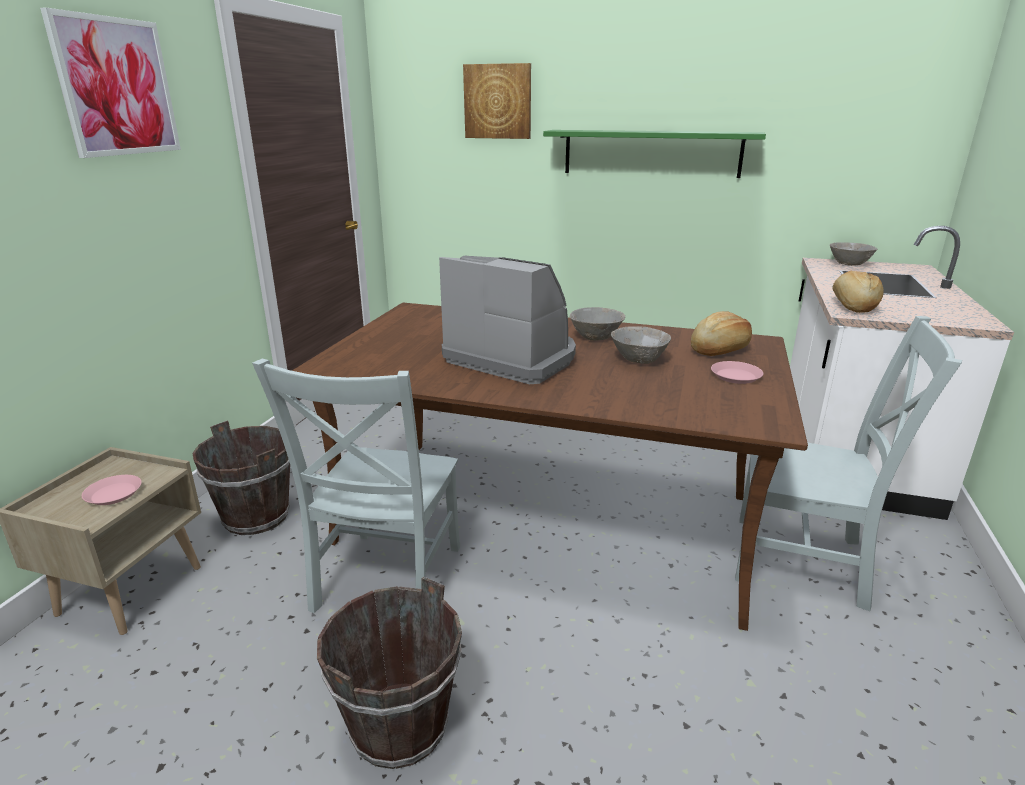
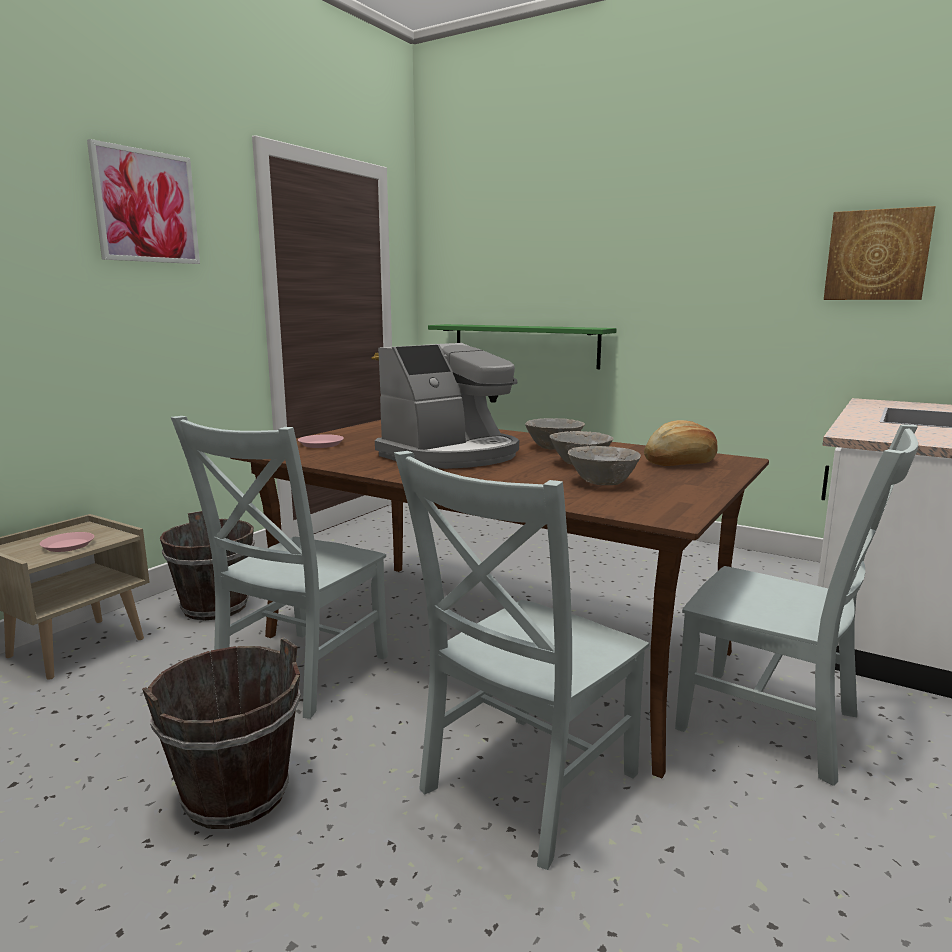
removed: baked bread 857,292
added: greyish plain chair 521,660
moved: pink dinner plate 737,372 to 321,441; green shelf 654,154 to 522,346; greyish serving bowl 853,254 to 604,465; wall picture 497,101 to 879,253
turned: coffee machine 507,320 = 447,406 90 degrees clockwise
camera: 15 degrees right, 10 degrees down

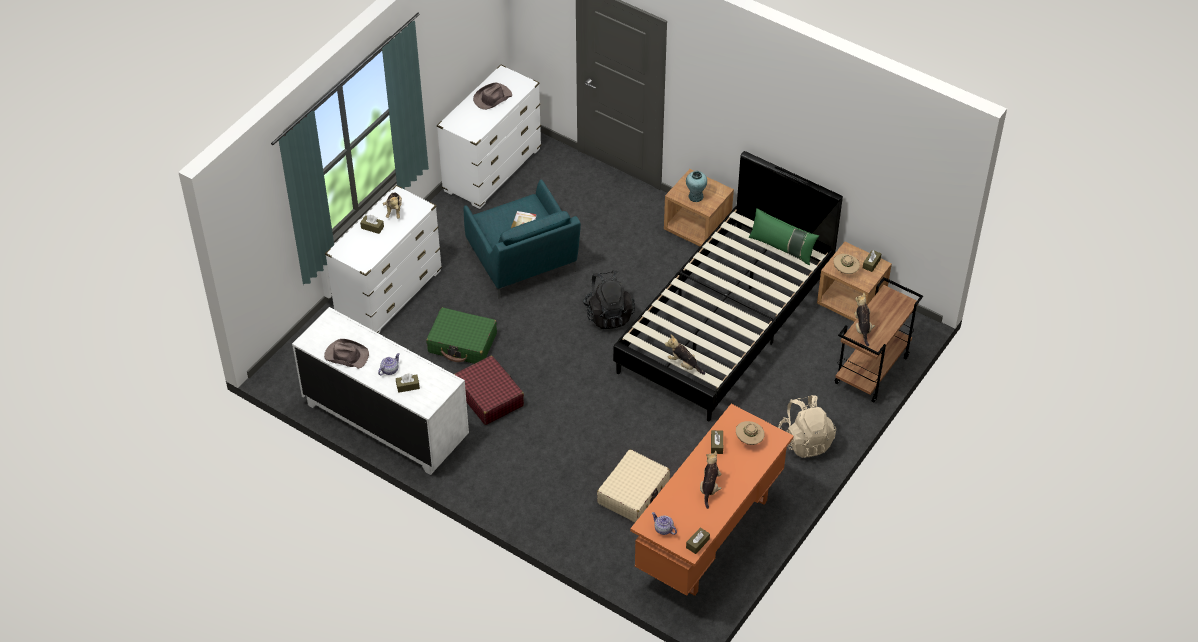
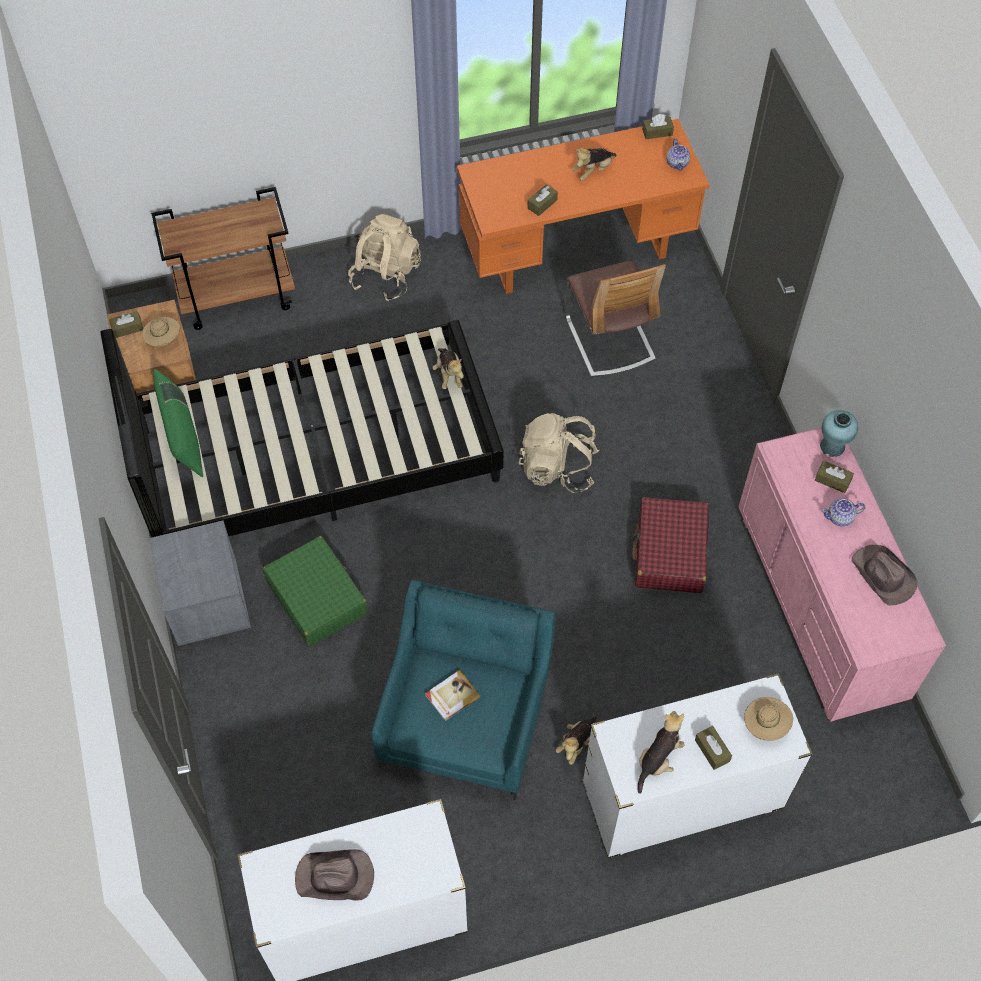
removed: blackish backpack 609,299
added: beige-coloured backpack 559,453
moved: green travel case 461,335 to 315,591; cuddly toy 864,319 to 576,739; beige-coloured wearable hat 750,433 to 768,719; blue-green decorative vase 696,186 to 839,433
replaced: beige-coloured travel case 633,485 to plain chair 615,319
recoloured: brown bedside table 699,208 to greyish bedside table 200,583; whitish drawer chest 380,391 to pink drawer chest 842,575
camera: 140 degrees left, 10 degrees up

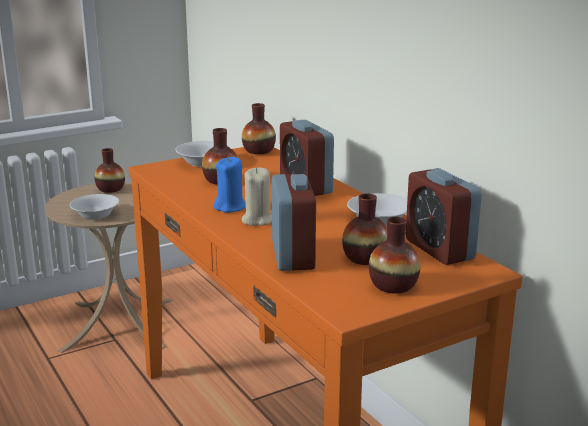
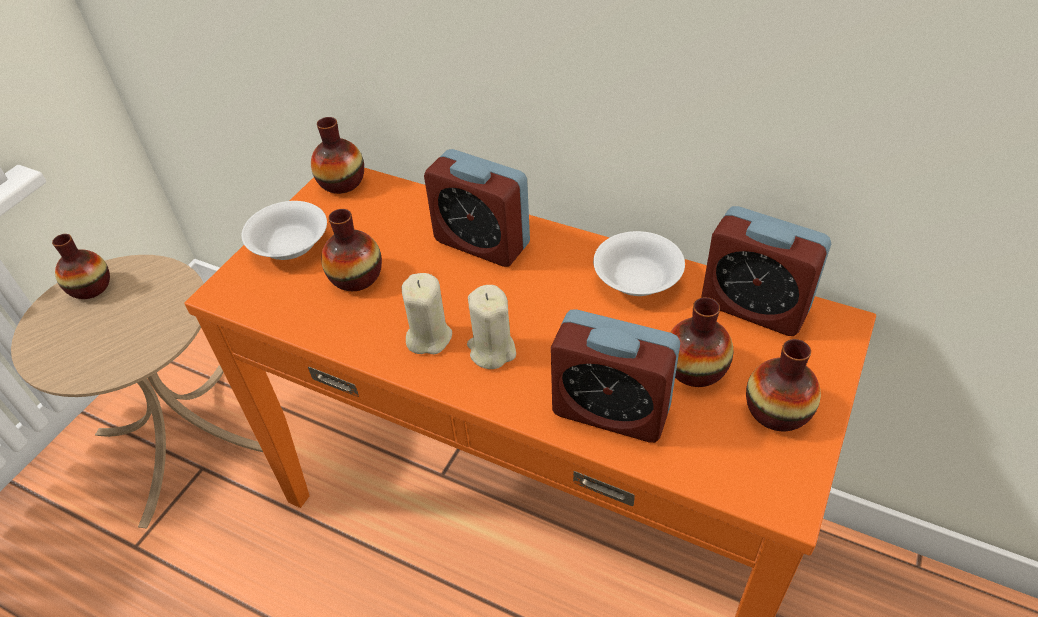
removed: whitish serving bowl 94,207
recoloured: blue candle 230,185 to beige-coloured candle 427,313
turned: alarm clock 294,222 = 615,376 150 degrees clockwise
camera: 30 degrees left, 25 degrees up

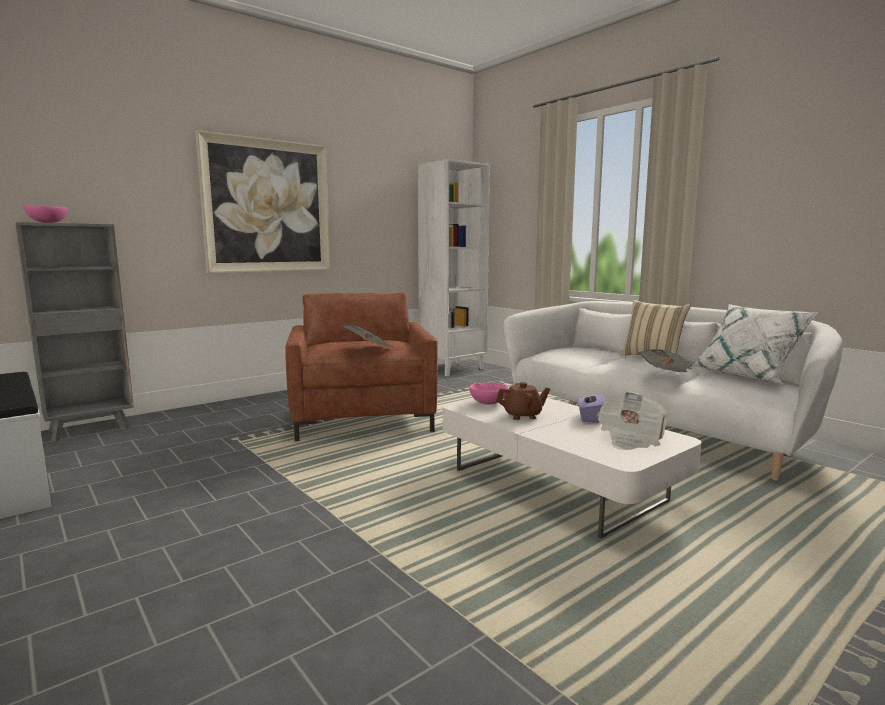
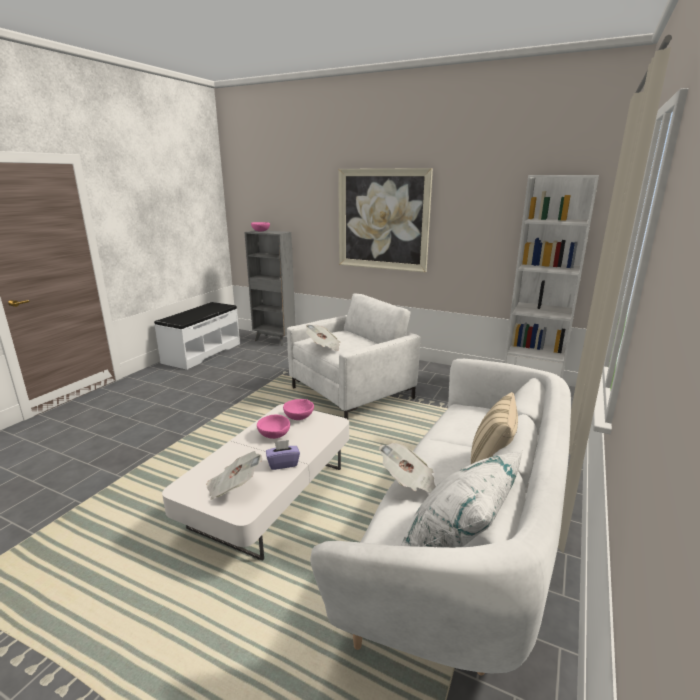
replaced: brown teapot 523,401 to pink serving bowl 273,427
recoloured: brown armchair 361,366 to whitish armchair 354,356
camera: 65 degrees right, 10 degrees up

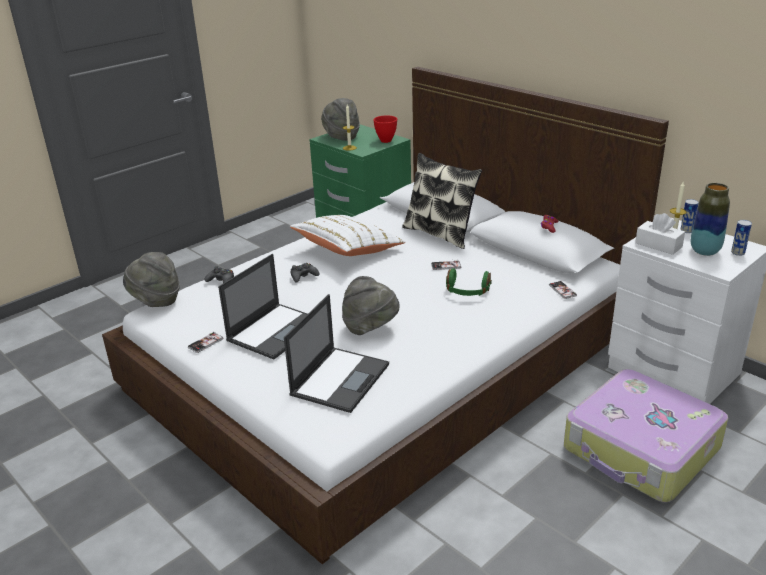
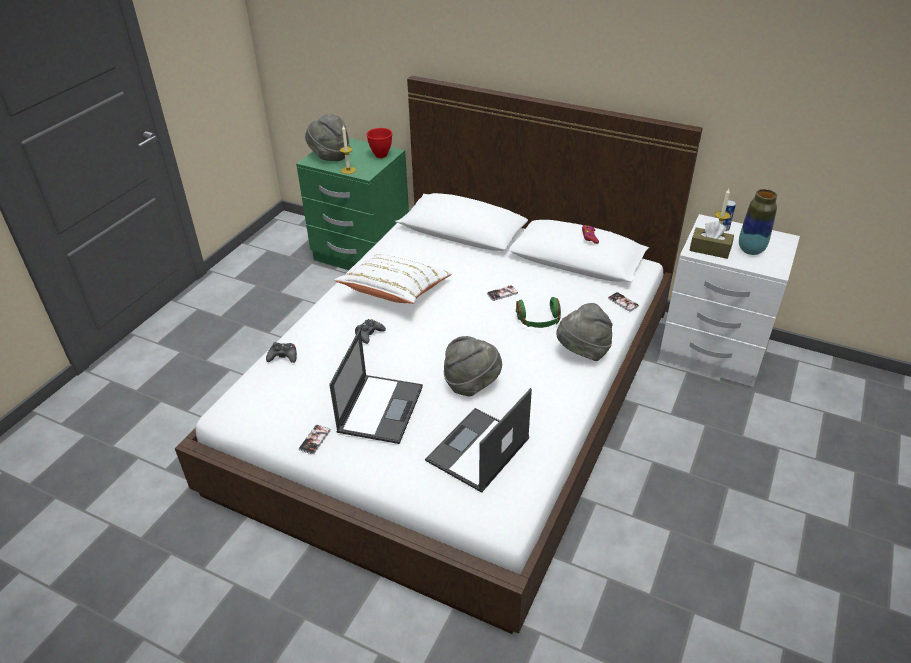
removed: throw pillow 442,201; travel case 646,436; sealed can 741,238
moved: greyish wearable hat 151,279 to 584,332
recoloured: whitish tissue box 660,234 to brown tissue box 711,240
turned: portable computer 336,353 = 478,440 150 degrees counterclockwise
camera: 20 degrees left, 10 degrees up

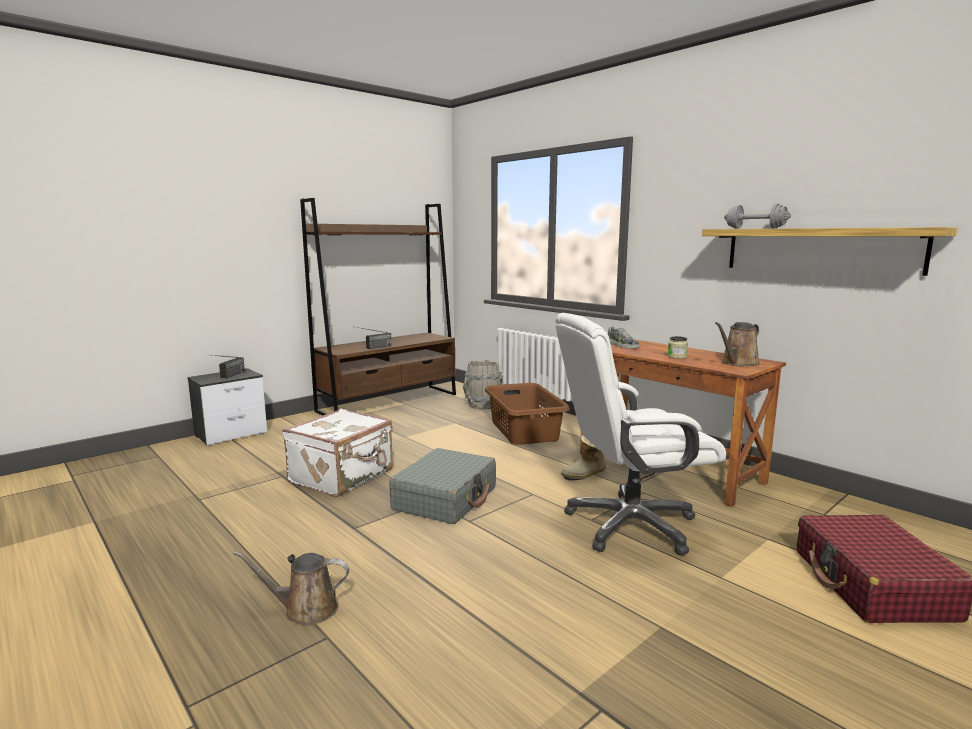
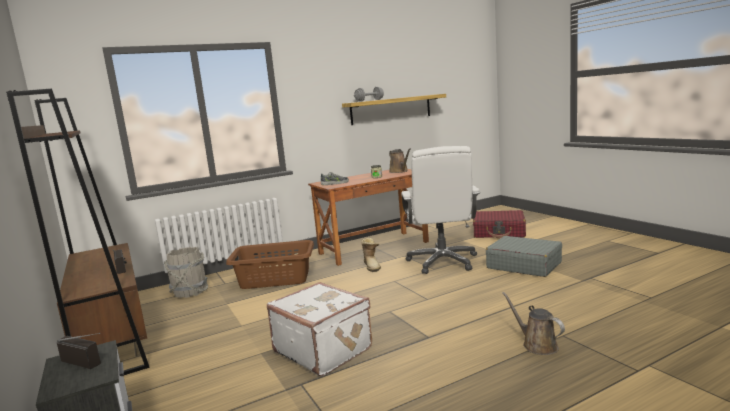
moved: greyish travel case 442,486 to 524,256
turned: brown watering can 291,588 = 533,323 135 degrees clockwise
camera: 75 degrees left, 0 degrees up

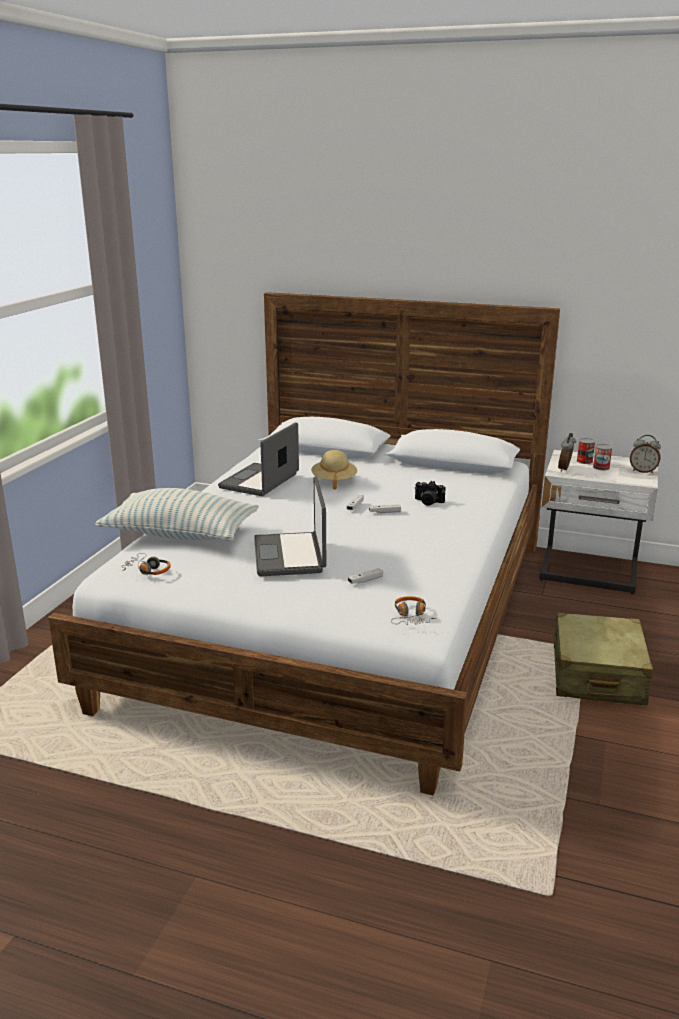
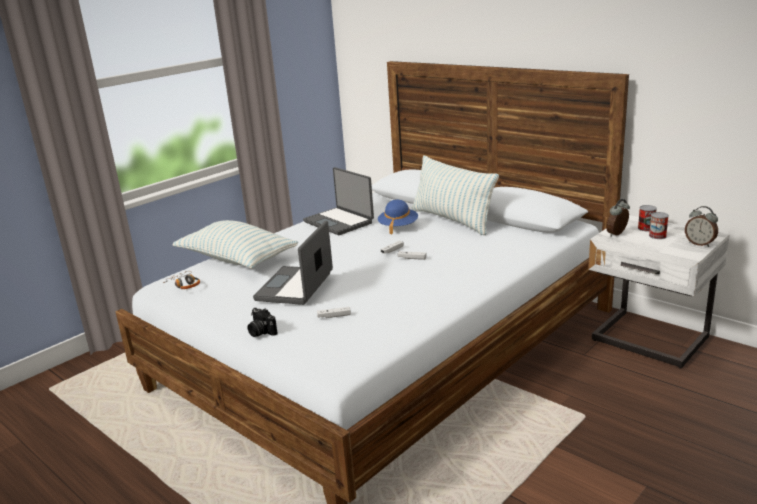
removed: headset 414,610; beige-coloured travel case 602,659
added: throw pillow 455,195
moved: photo camera 430,493 to 262,322
recoloured: beige-coloured wearable hat 334,470 to blue wearable hat 398,217
turned: portable computer 258,459 = 338,201 90 degrees counterclockwise
camera: 25 degrees right, 0 degrees up

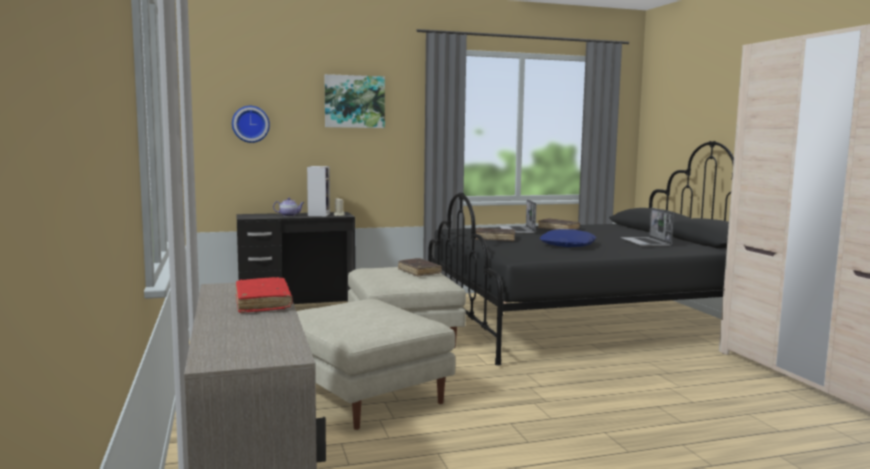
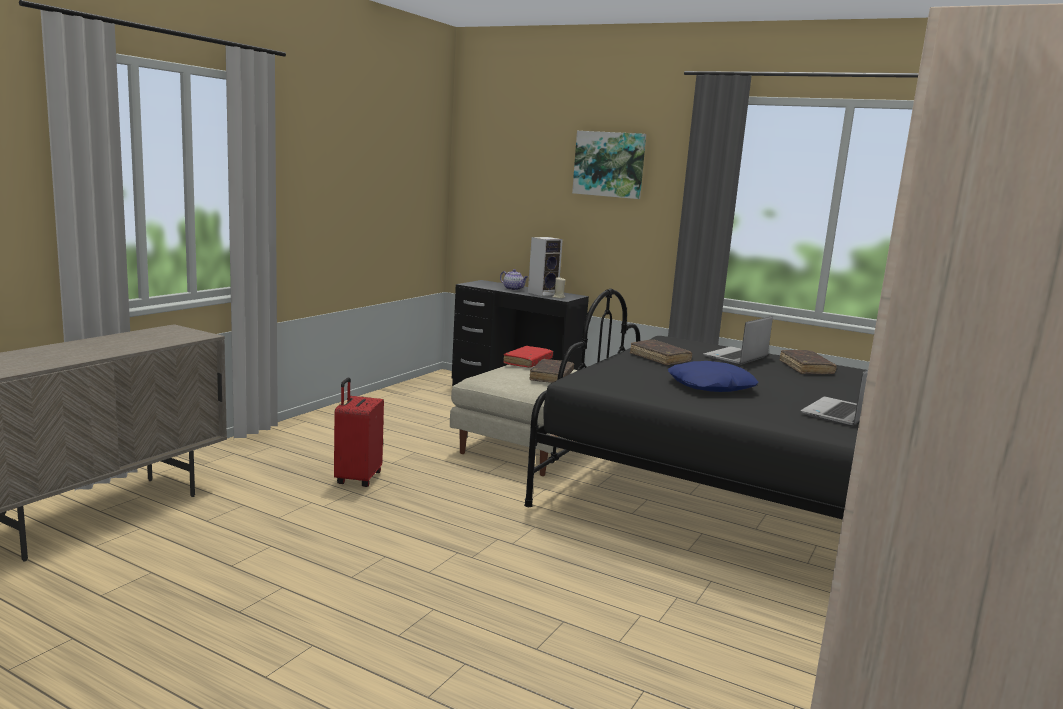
removed: hanging clock 251,124
moved: red-coloured bound book 264,295 to 528,357
replaced: beige-coloured footrest 375,364 to red-coloured travel case 359,432
camera: 45 degrees right, 5 degrees up

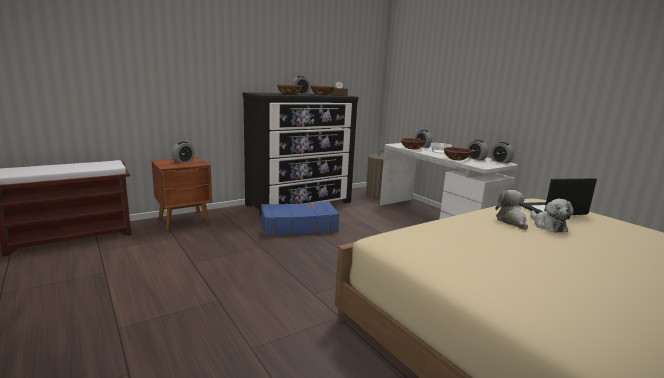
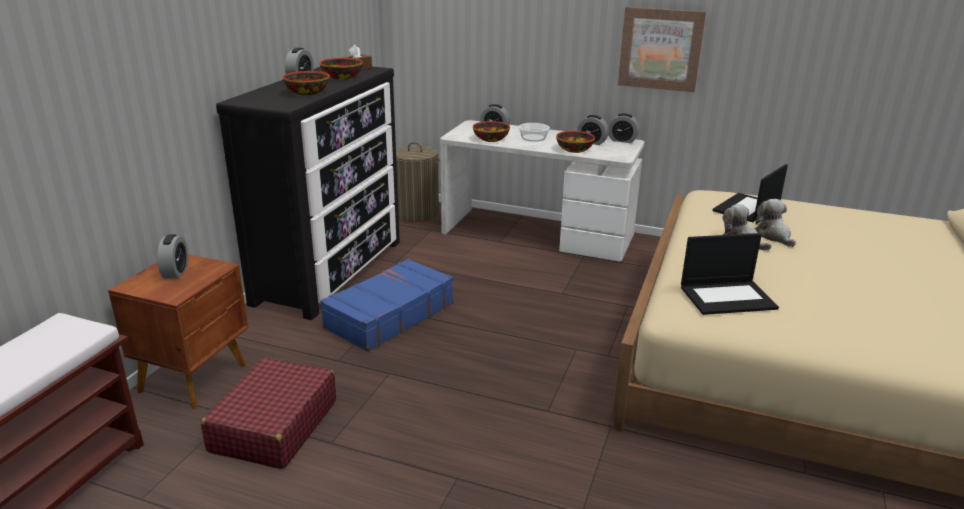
added: red-coloured travel case 268,413; wall picture 662,49; portable computer 730,274
turned: cuddly toy 552,216 = 775,223 150 degrees counterclockwise
camera: 35 degrees left, 10 degrees up

